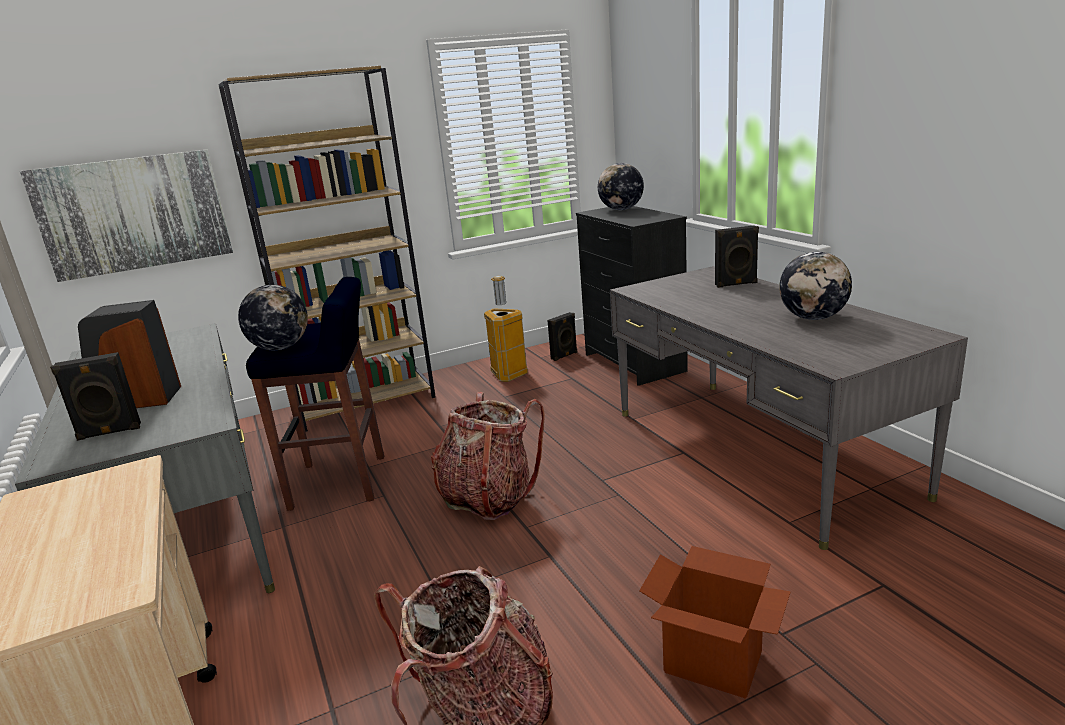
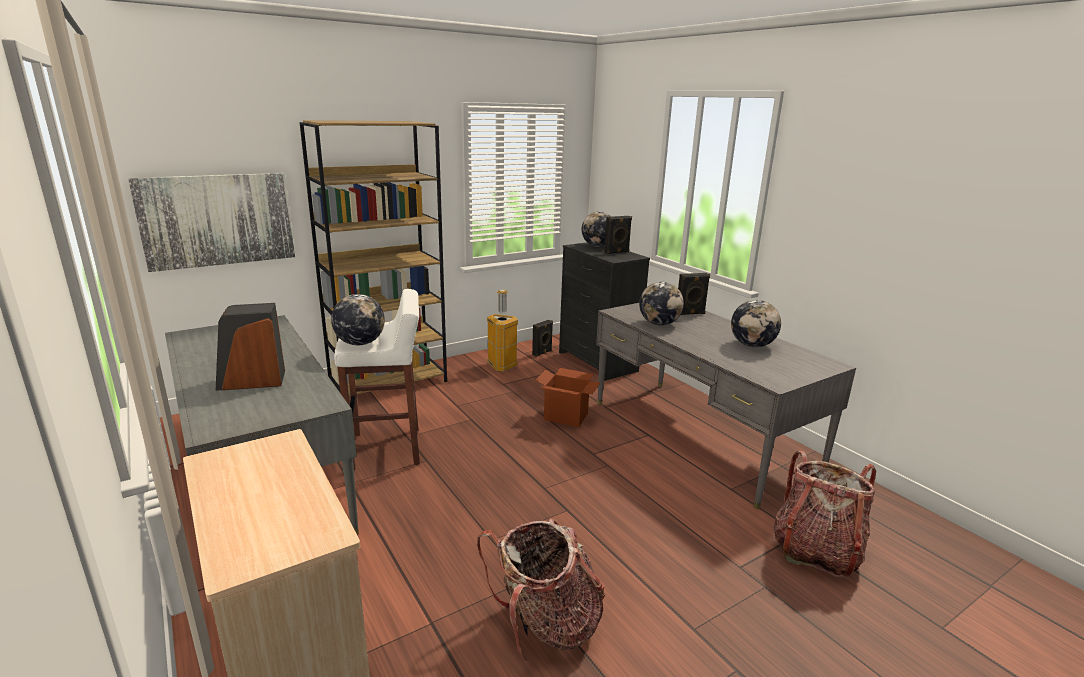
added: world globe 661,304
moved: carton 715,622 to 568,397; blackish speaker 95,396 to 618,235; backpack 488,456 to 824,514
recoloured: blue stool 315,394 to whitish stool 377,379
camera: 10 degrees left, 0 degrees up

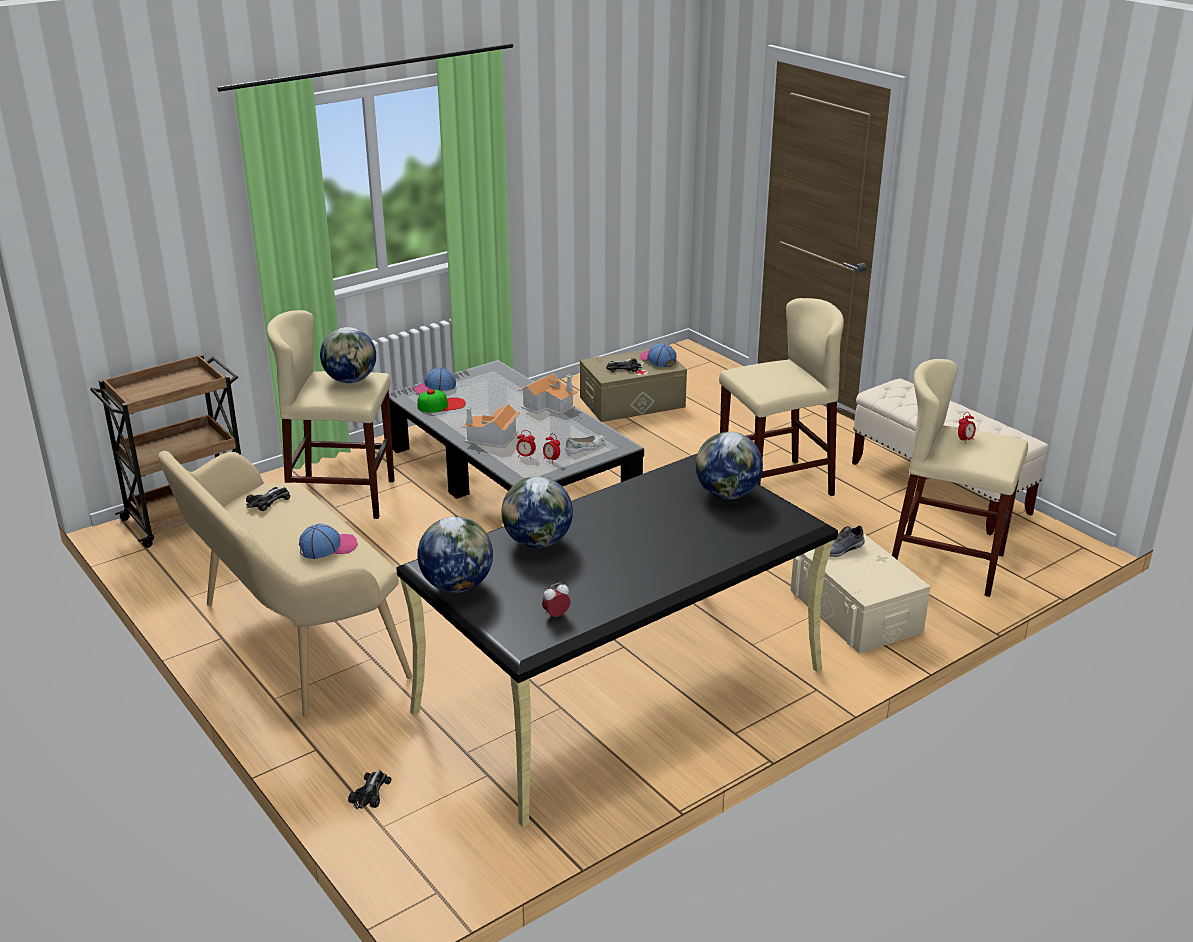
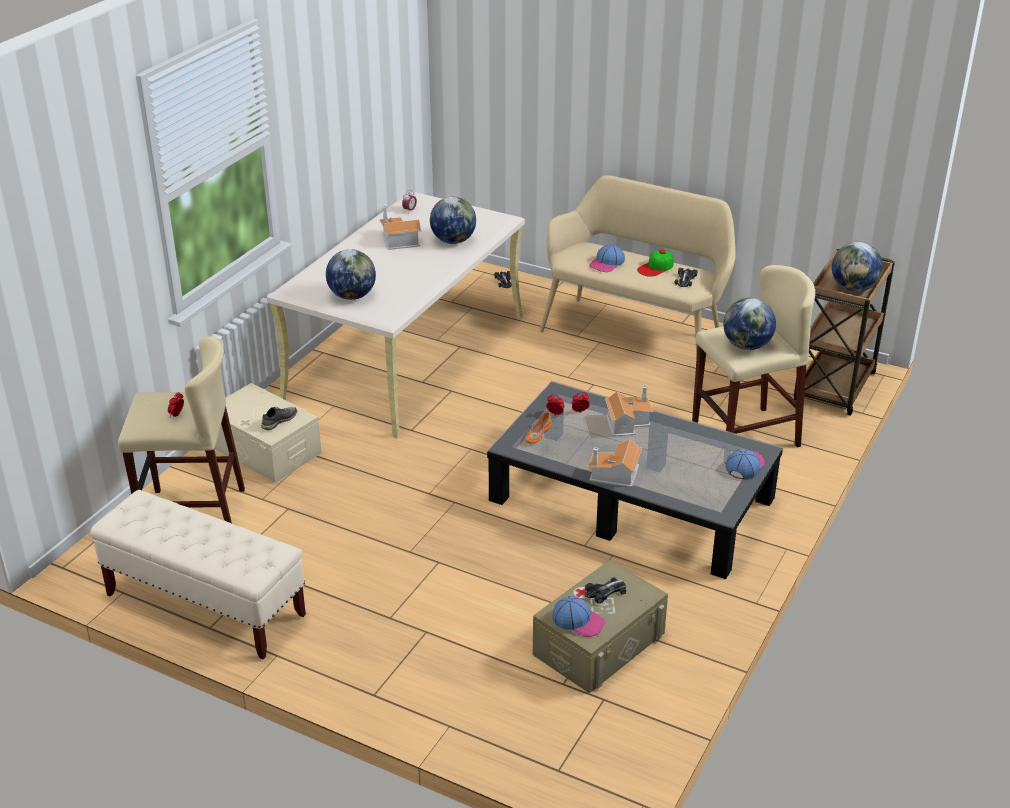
removed: beige-coloured stool 781,397
added: model house 400,228
moved: cap 441,401 to 655,263; world globe 455,555 to 857,267
recoloured: blackish desk table 617,640 to beige-coloured desk table 396,315; whitish item of footwear 585,444 to orange-coloured item of footwear 538,428
camera: 155 degrees right, 5 degrees up

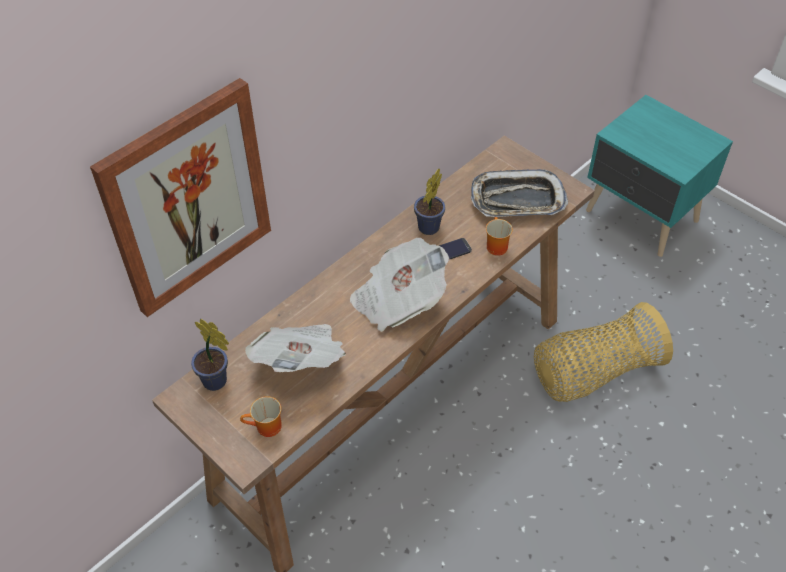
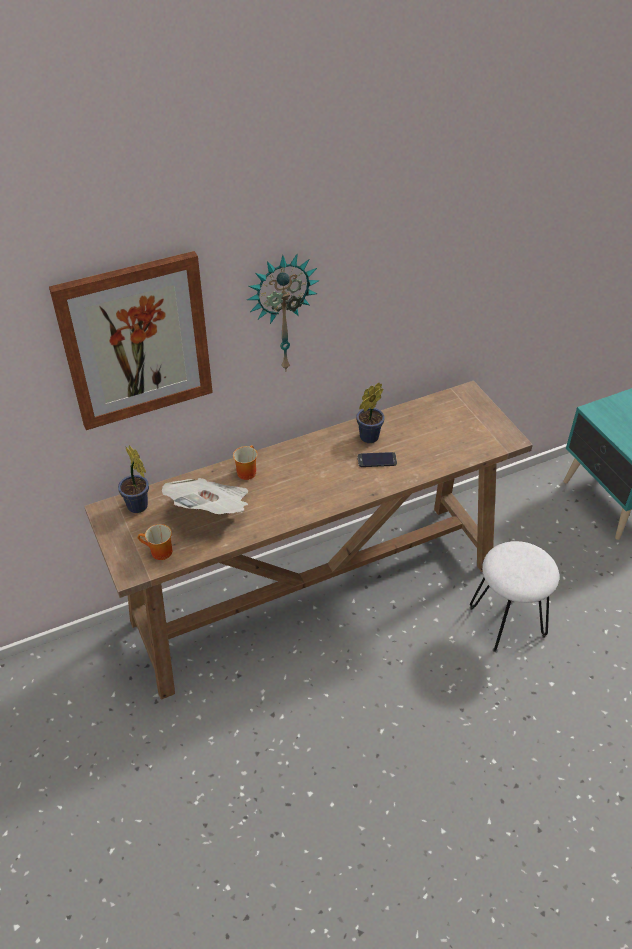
removed: newspaper 399,285; tray 519,193
added: hanging clock 283,312
moved: tea mug 499,236 to 245,462
replaced: basket 603,352 to whitish stool 514,596
camera: 20 degrees right, 5 degrees down

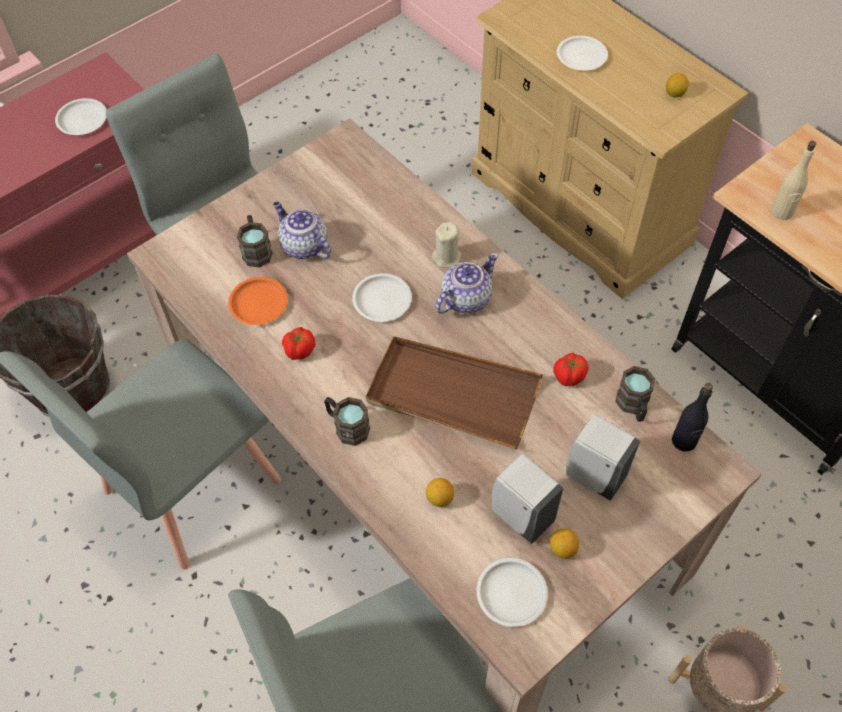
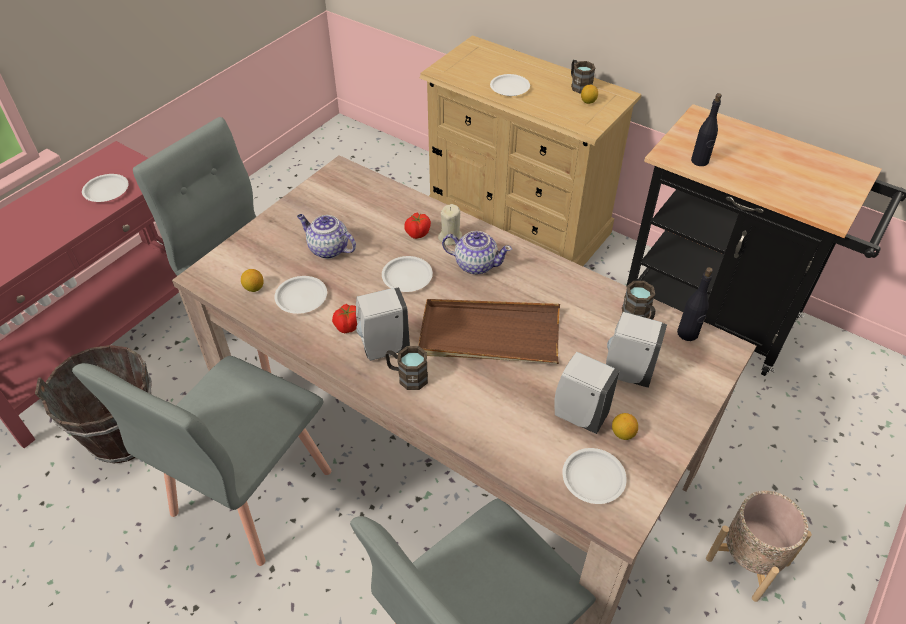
added: whitish soap bottle 383,324
moved: whole lemon 440,492 to 252,280; whole tomato 571,369 to 417,226; brown tea mug 254,241 to 583,76
recoloured: orange-coloured dinner plate 258,301 to whitish dinner plate 300,295; beige-coloured drink bottle 793,180 to blackish drink bottle 706,129
turned: teapot 466,283 = 477,253 75 degrees clockwise
camera: 15 degrees left, 10 degrees down

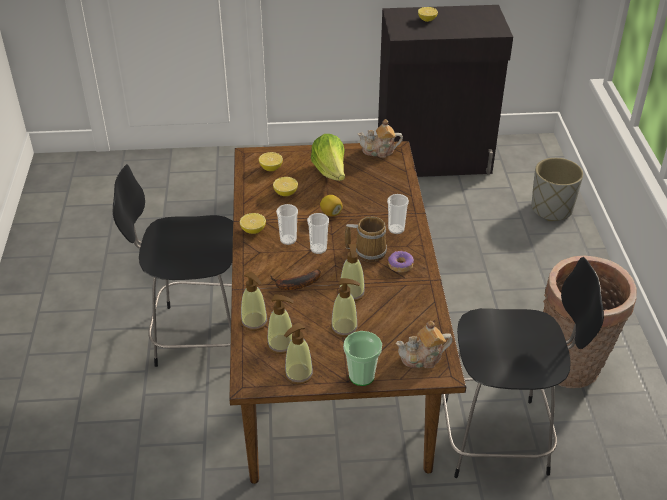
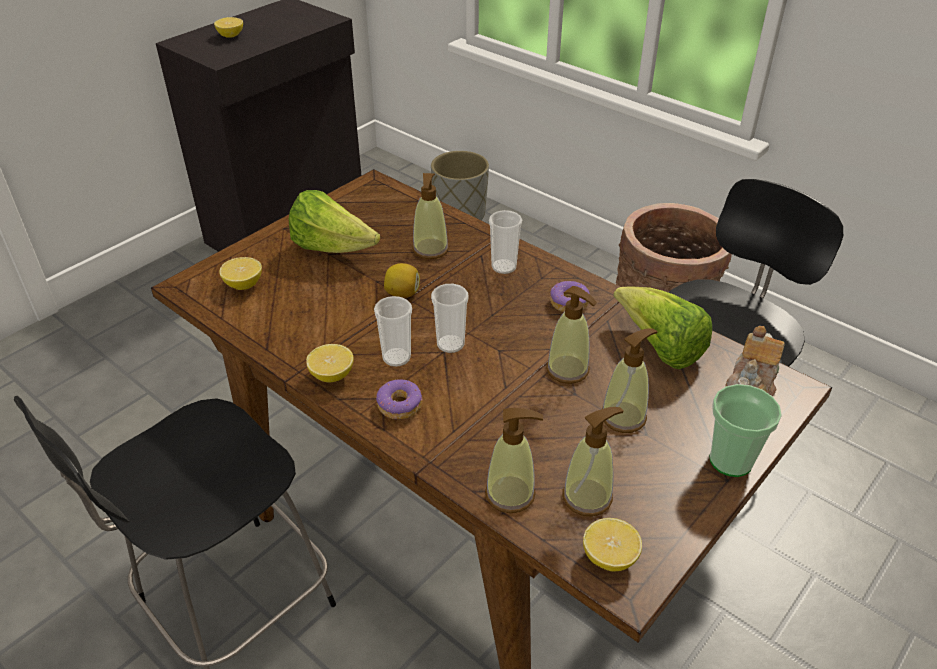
removed: banana 295,279; tea mug 366,239; teapot 380,138
added: ring doughnut 399,399; head of lettuce 663,327
moved: soap bottle 299,353 to 430,216; whole lemon 285,186 to 612,545
camera: 45 degrees left, 0 degrees up

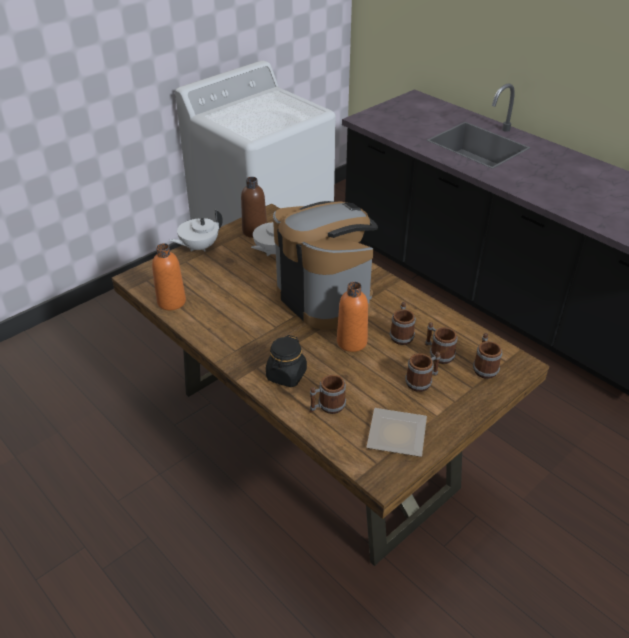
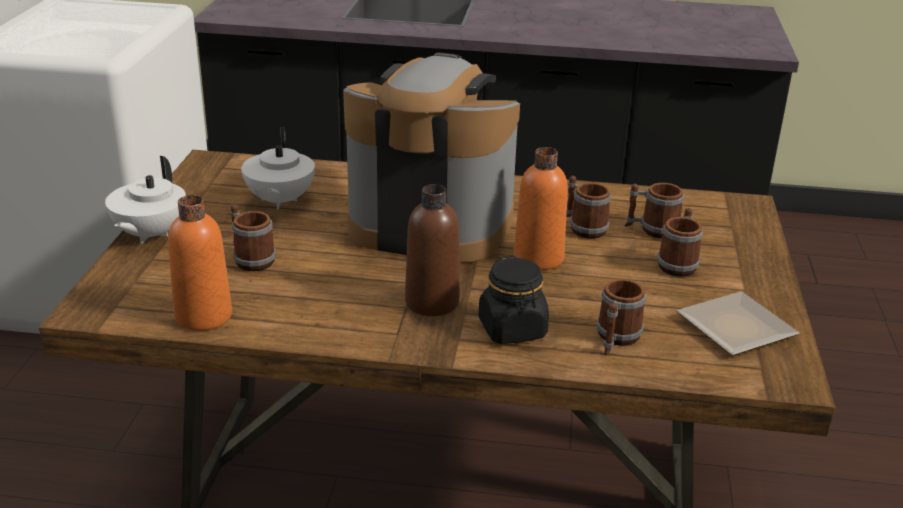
moved: tea mug 487,356 to 253,237; brown drink bottle 254,207 to 432,250
camera: 40 degrees left, 10 degrees down

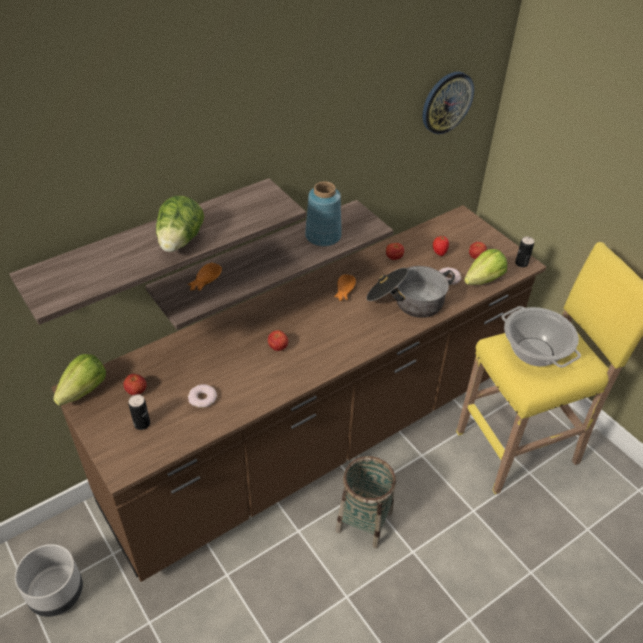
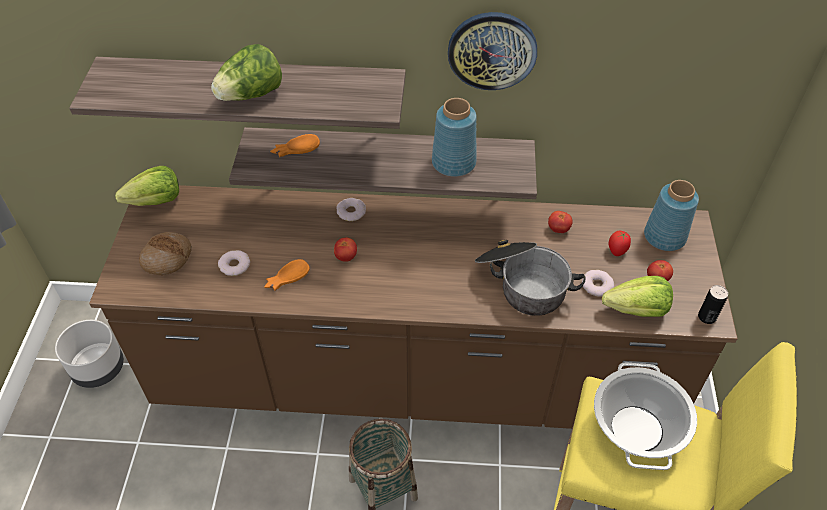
removed: whole tomato 135,384
added: ring doughnut 351,209; blue decorative vase 671,215
moved: orange-coloured serving bowl 345,287 to 287,275; hanging clock 448,103 to 492,51
replaced: sealed can 139,412 to baked bread 165,253
camera: 40 degrees right, 5 degrees up

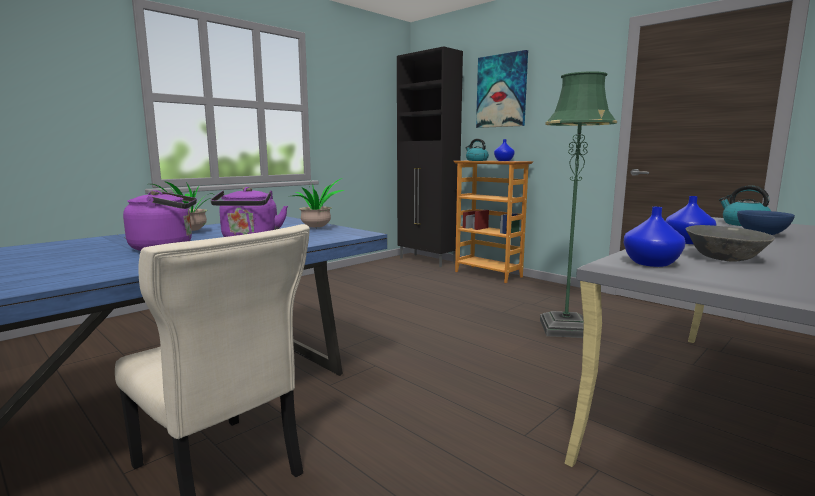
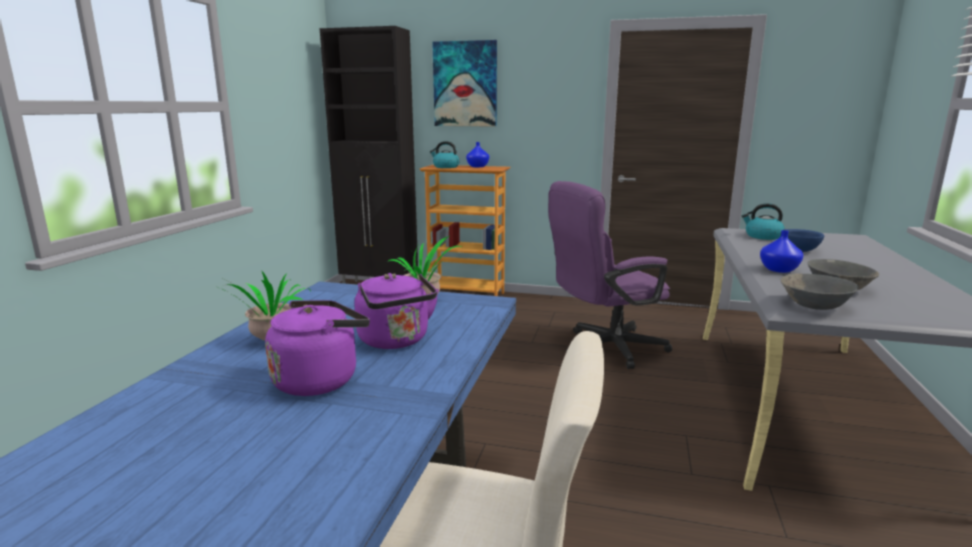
replaced: green standard lamp 578,204 to purple-coloured office chair 610,275; blue decorative vase 654,237 to greyish serving bowl 820,291
camera: 30 degrees left, 5 degrees up

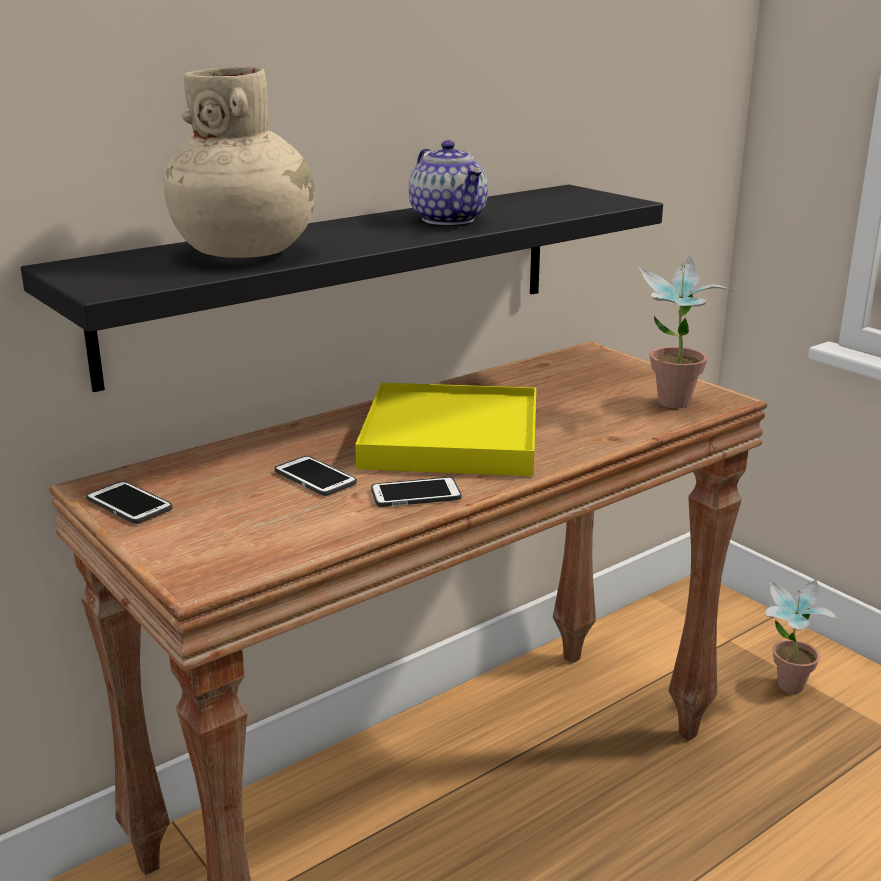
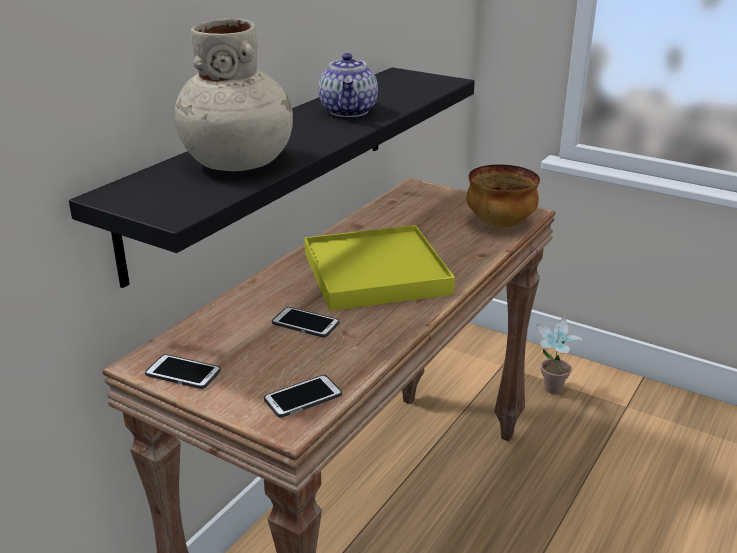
moved: phone 416,492 to 303,396
replaced: plant in a pot 685,331 to serving bowl 503,196
turned: teapot 448,182 = 348,85 45 degrees clockwise
camera: 20 degrees left, 5 degrees up

